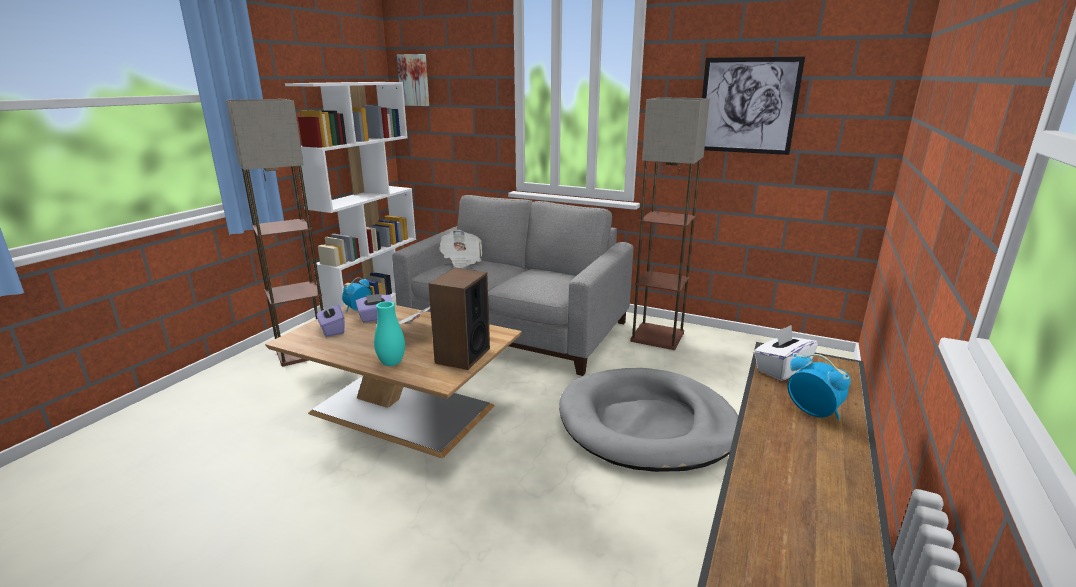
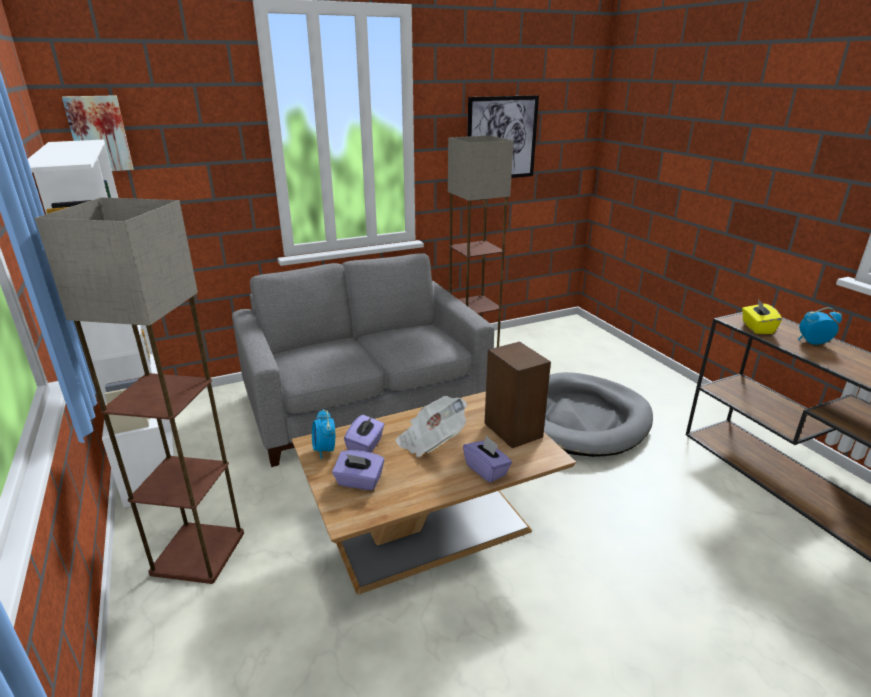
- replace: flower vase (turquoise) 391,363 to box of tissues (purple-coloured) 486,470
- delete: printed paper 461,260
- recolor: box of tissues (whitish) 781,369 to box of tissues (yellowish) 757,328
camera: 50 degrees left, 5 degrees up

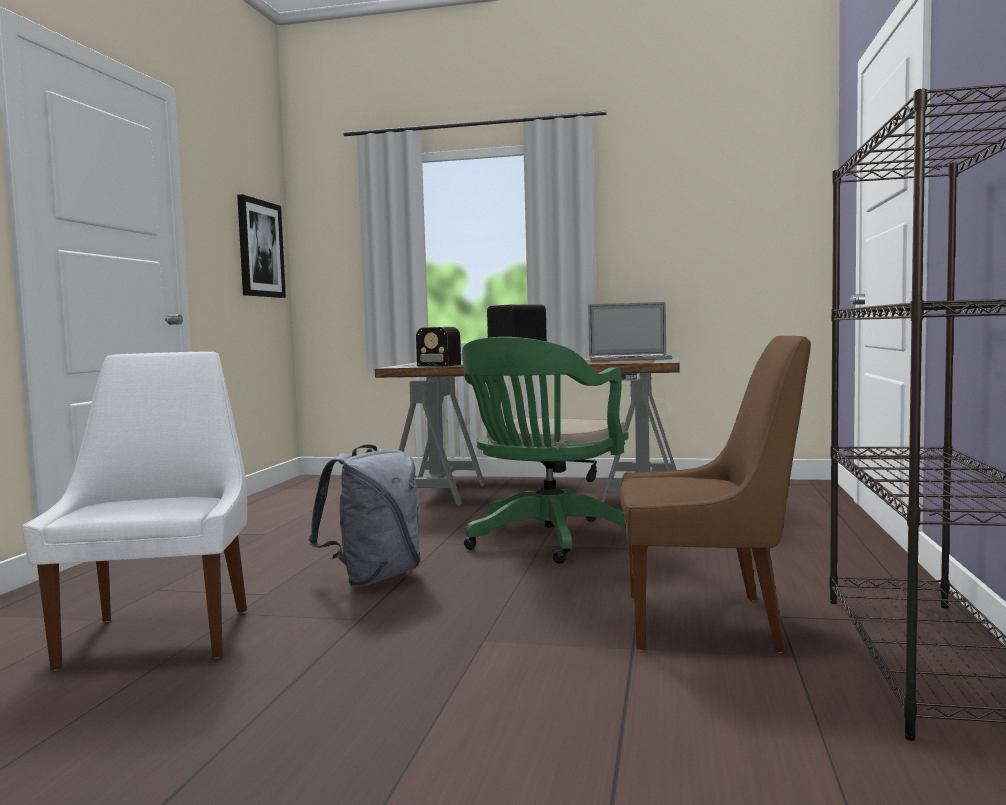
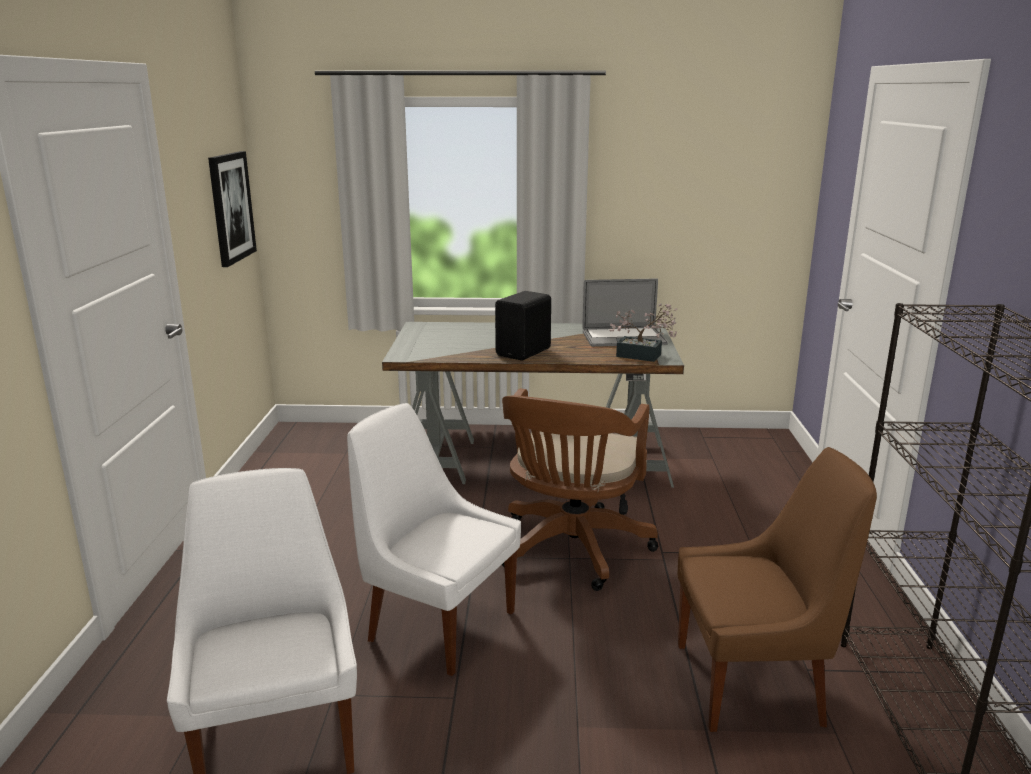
- replace: knapsack (grey) 373,578 to upright chair (whitish) 437,624
- delete: radio set 429,365
- recolor: computer chair (green-coloured) 546,542 to computer chair (brown-coloured) 571,551
- insert: potted plant 644,356
camera: 10 degrees left, 15 degrees up

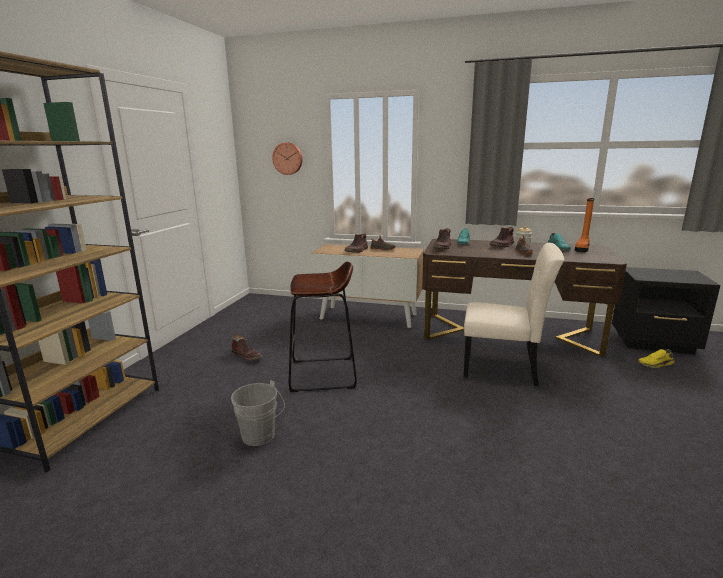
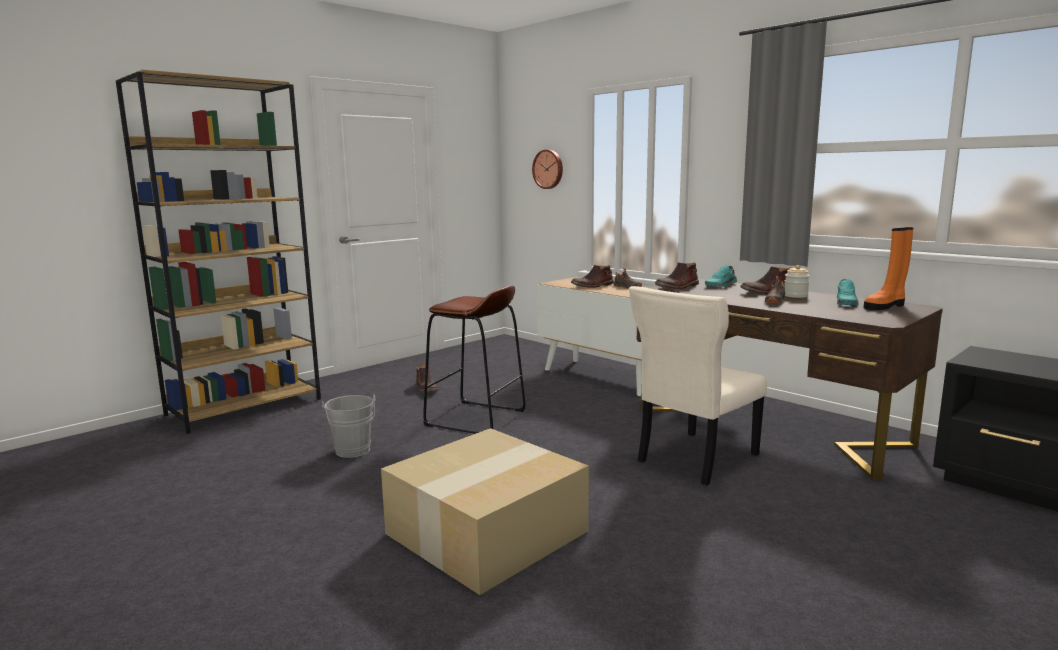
- rotate: upright chair (beige-coloured) 503,369 = 694,459 90 degrees clockwise
- delete: item of footwear (yellowish) 656,364
- insert: carton 486,534
camera: 30 degrees right, 5 degrees down

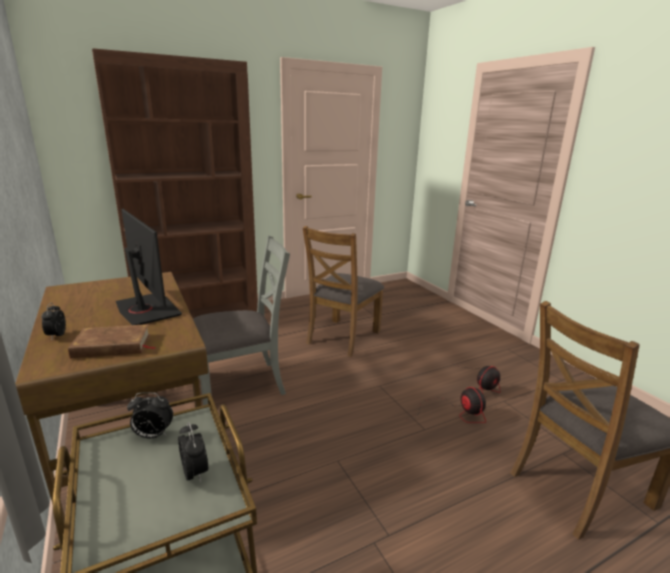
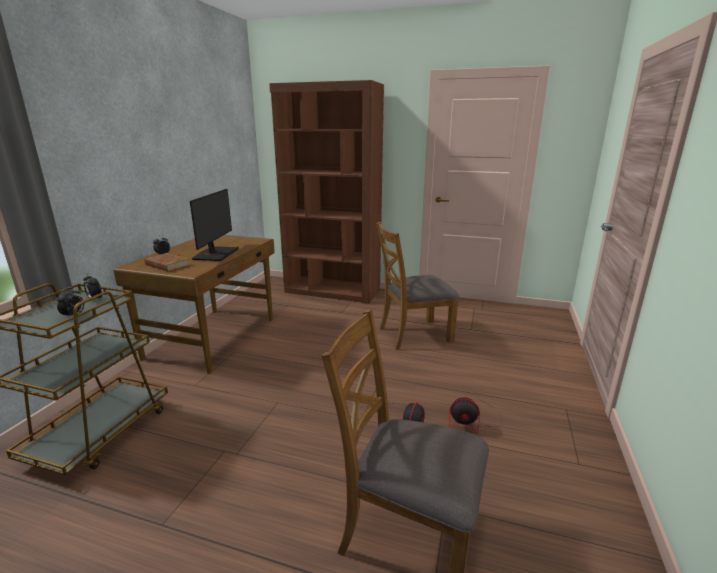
- delete: upright chair (grey) 241,384
camera: 45 degrees right, 0 degrees up

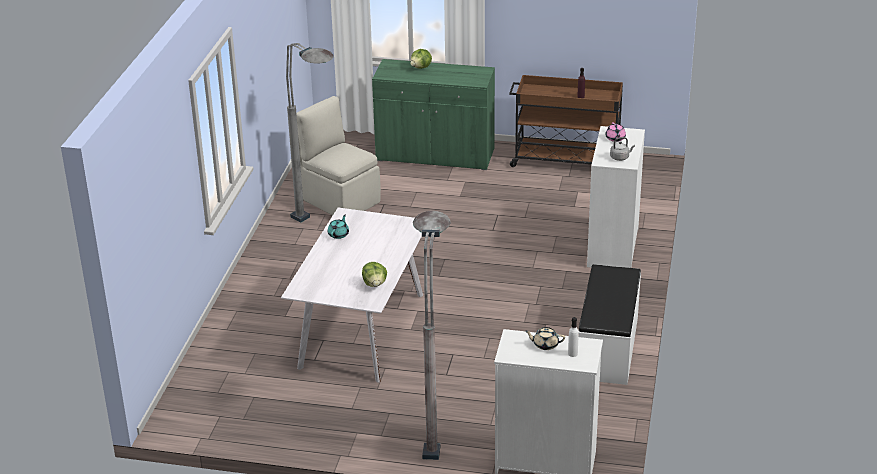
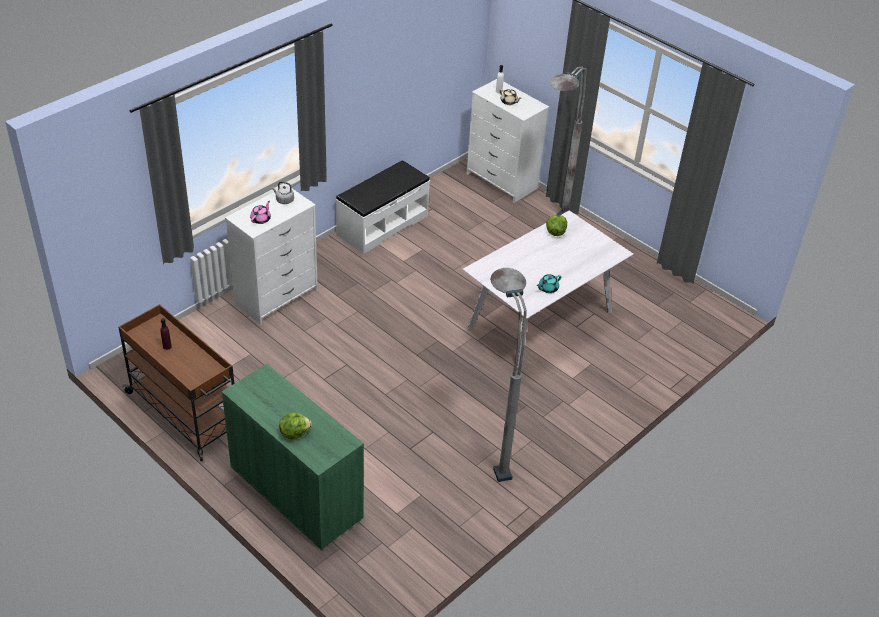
- delete: upright chair (beige-coloured) 338,199
camera: 150 degrees left, 10 degrees up

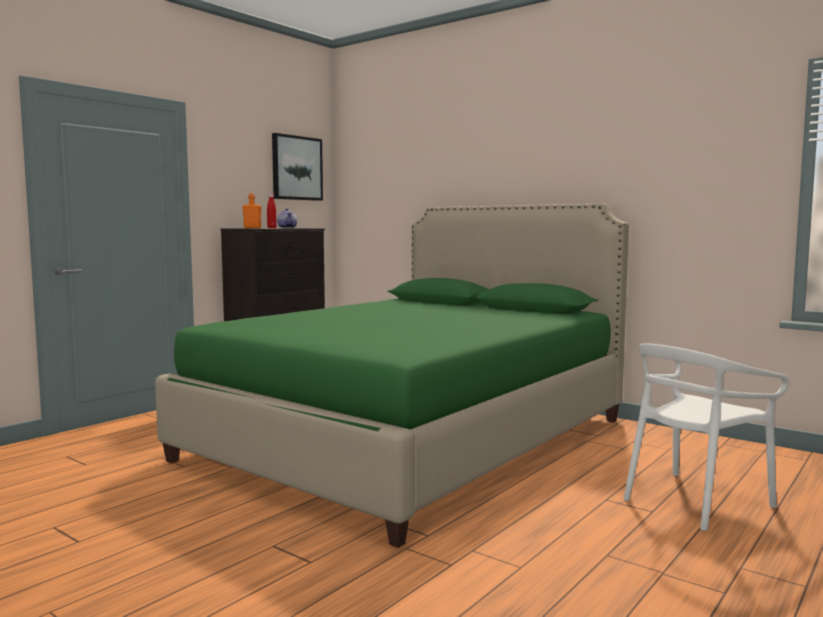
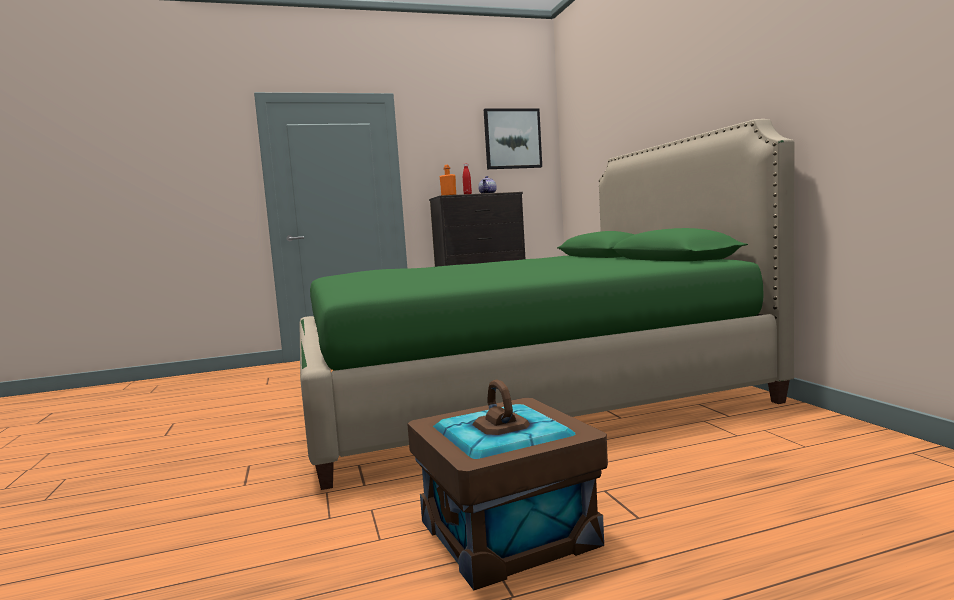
- delete: upright chair (whitish) 695,501
- insert: storage container (brown-coloured) 509,532
camera: 35 degrees right, 0 degrees up

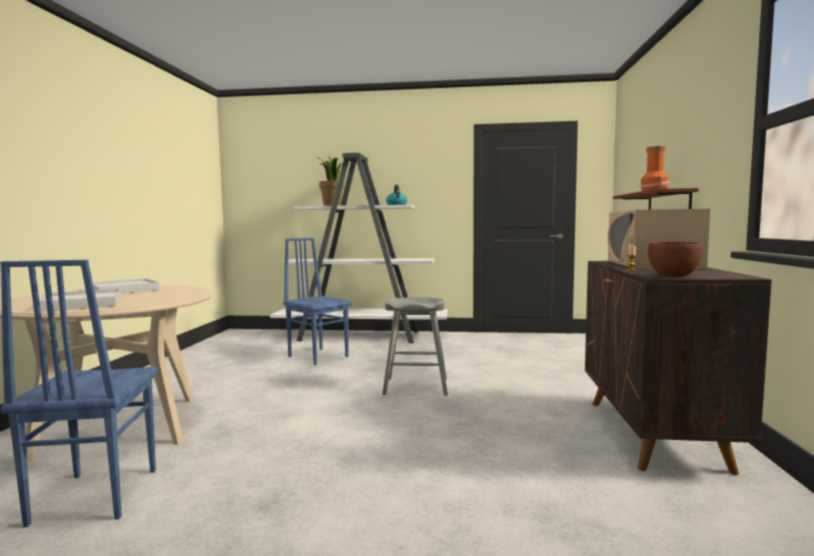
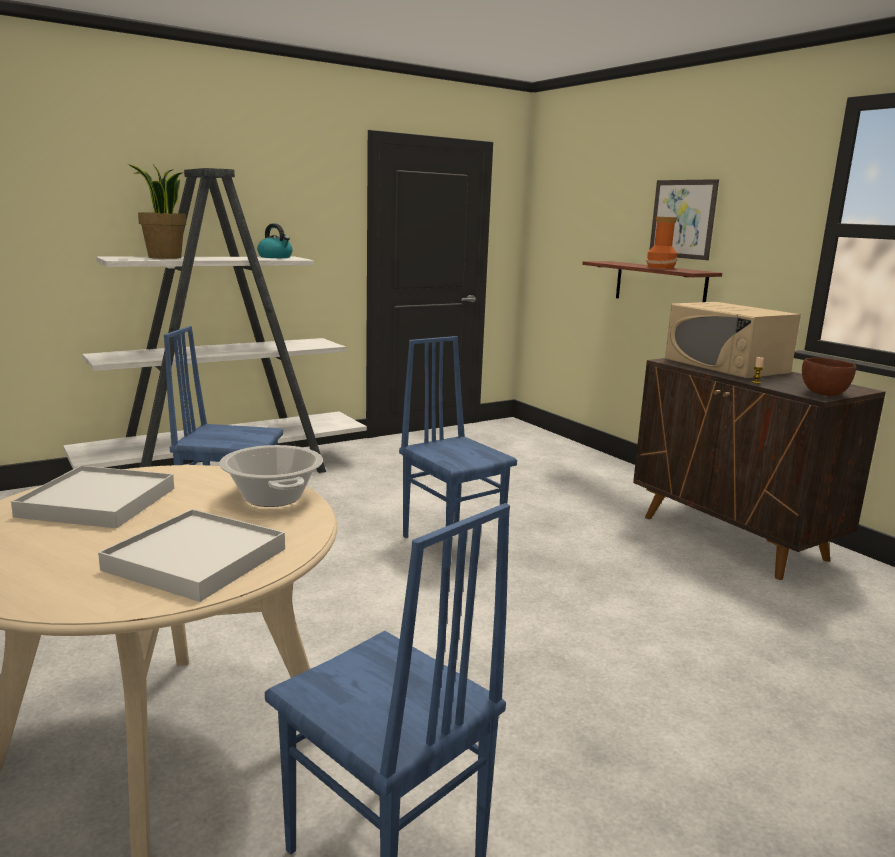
- replace: stool (grey) 415,386 to upright chair (blue-coloured) 453,542
- insert: saucepot 272,497
- insert: picture 682,219
camera: 40 degrees left, 10 degrees up

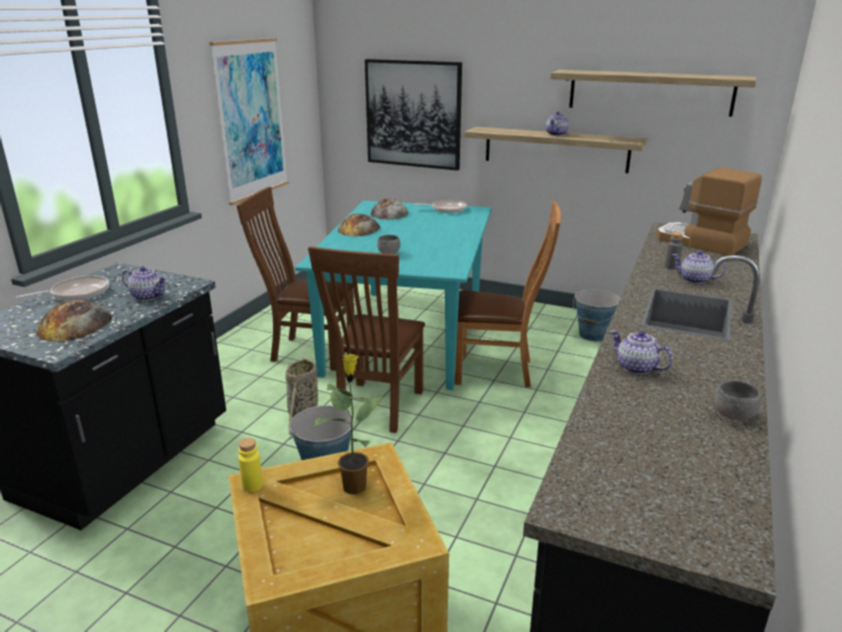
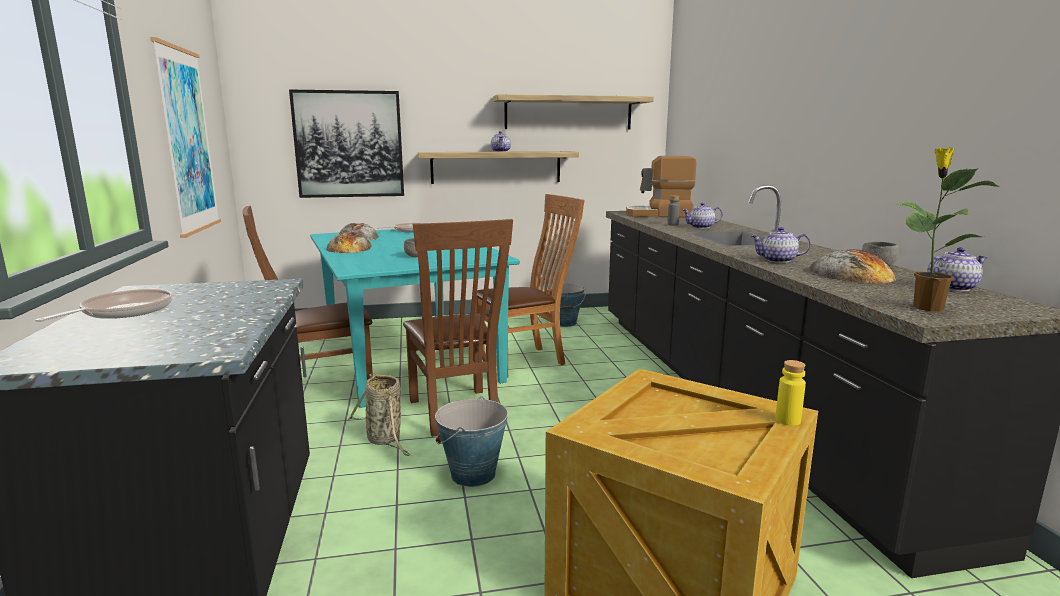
- move: bakery bread 75,324 to 850,274
- move: pot for tea 148,296 to 952,288
- move: drink bottle (yellowish) 252,485 to 787,420
- move: potted plant 354,485 to 925,307
camera: 35 degrees left, 10 degrees down

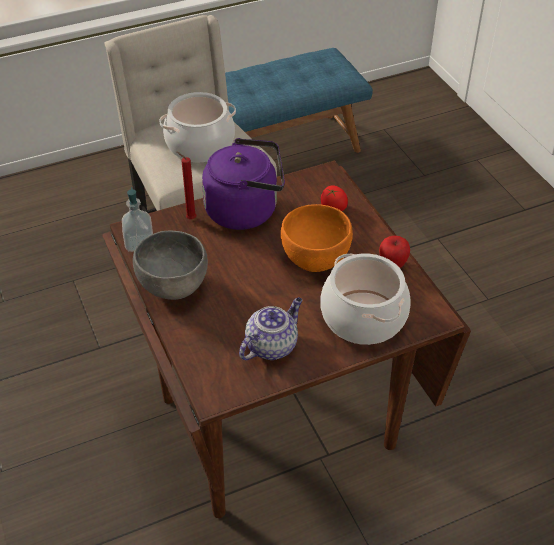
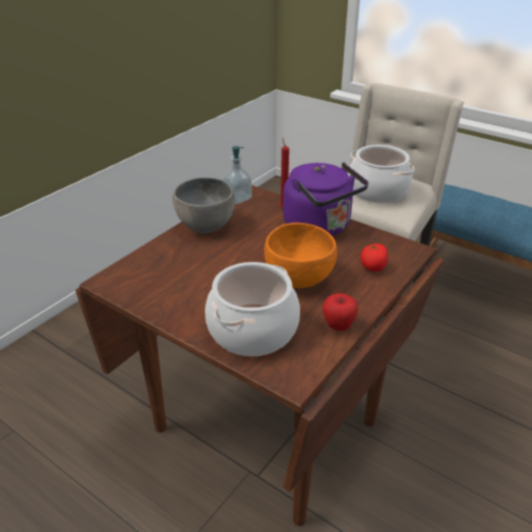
- delete: pot for tea 271,345
camera: 60 degrees right, 10 degrees down

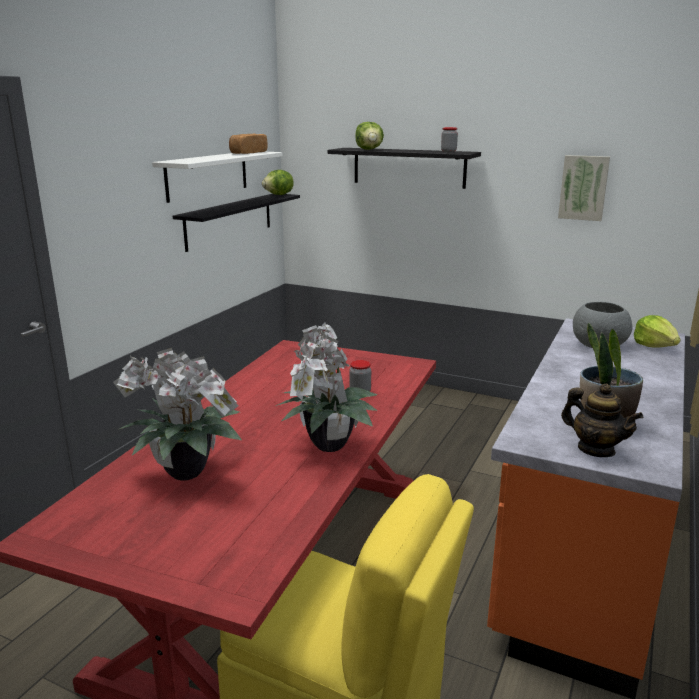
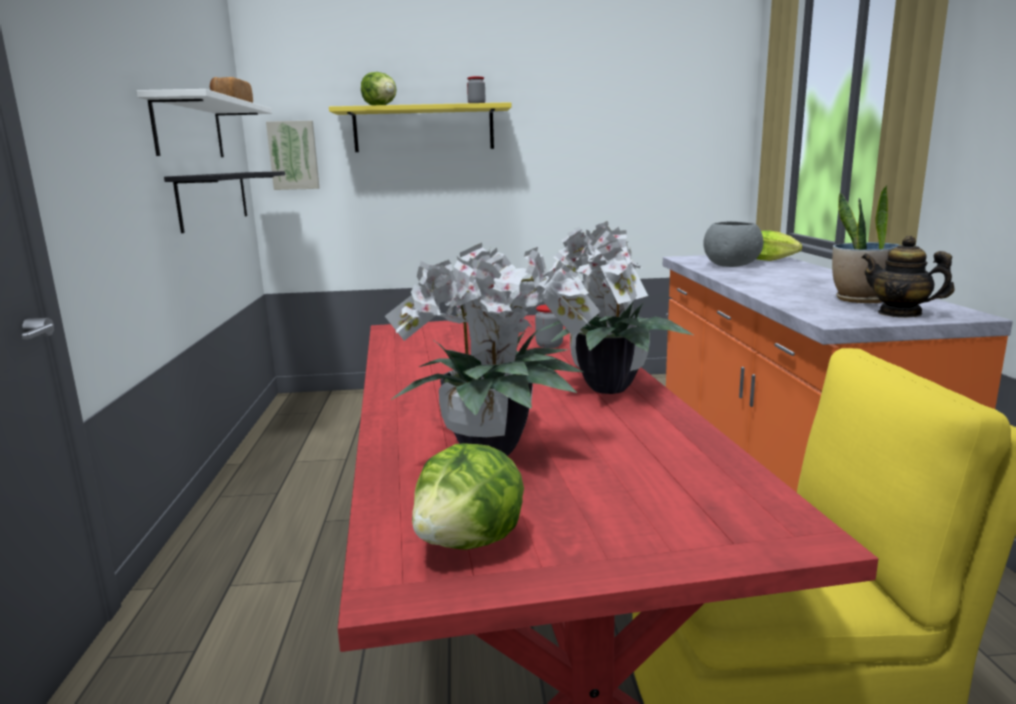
- move: lettuce head 279,195 to 471,542
- recolor: wall shelf (black-coloured) 409,167 to wall shelf (yellowish) 423,129
- move: picture 583,187 to 293,155
- rotate: pot for tea 596,449 = 900,313 150 degrees counterclockwise
camera: 30 degrees left, 5 degrees down

